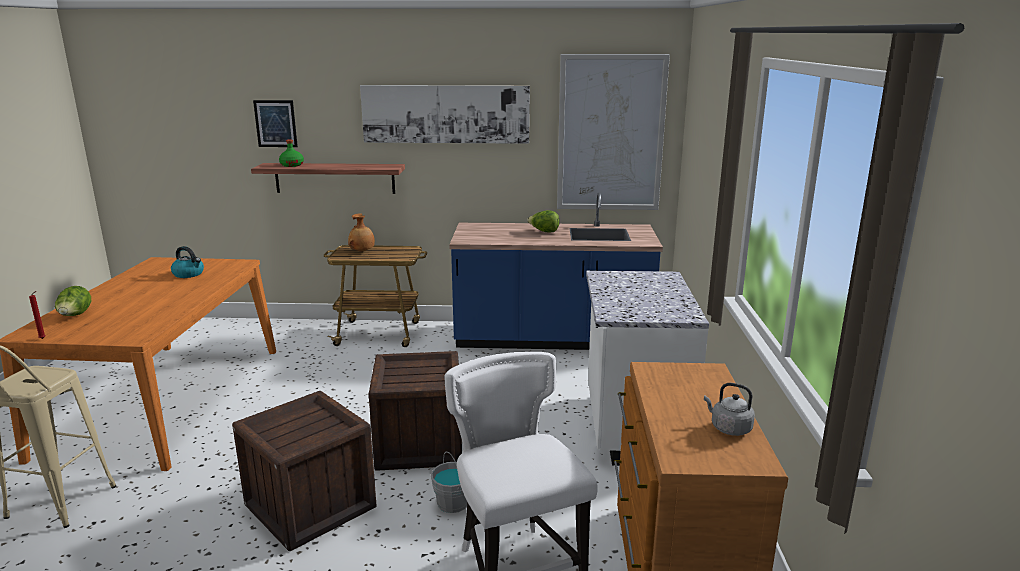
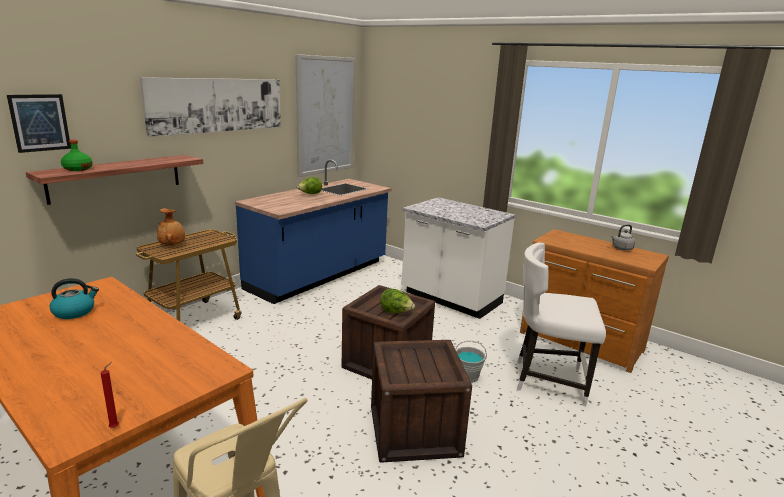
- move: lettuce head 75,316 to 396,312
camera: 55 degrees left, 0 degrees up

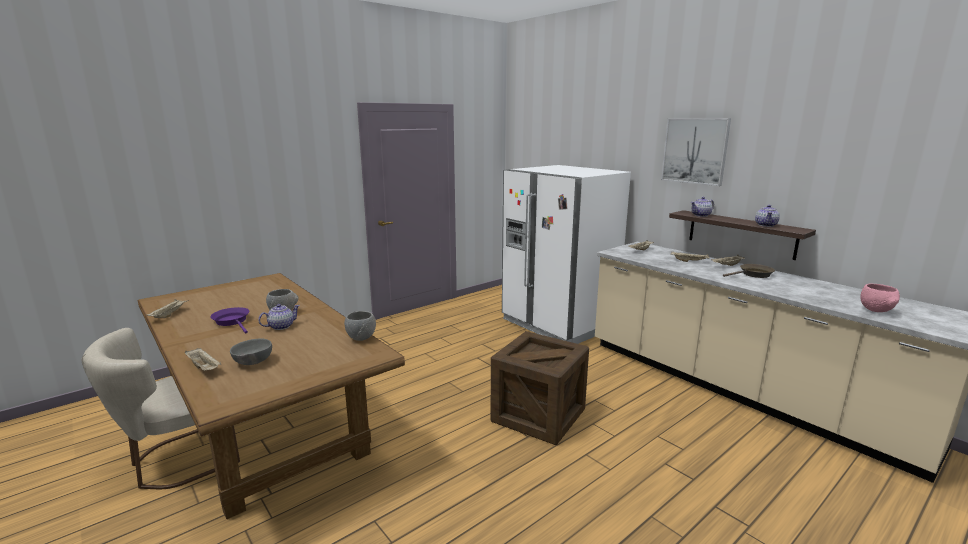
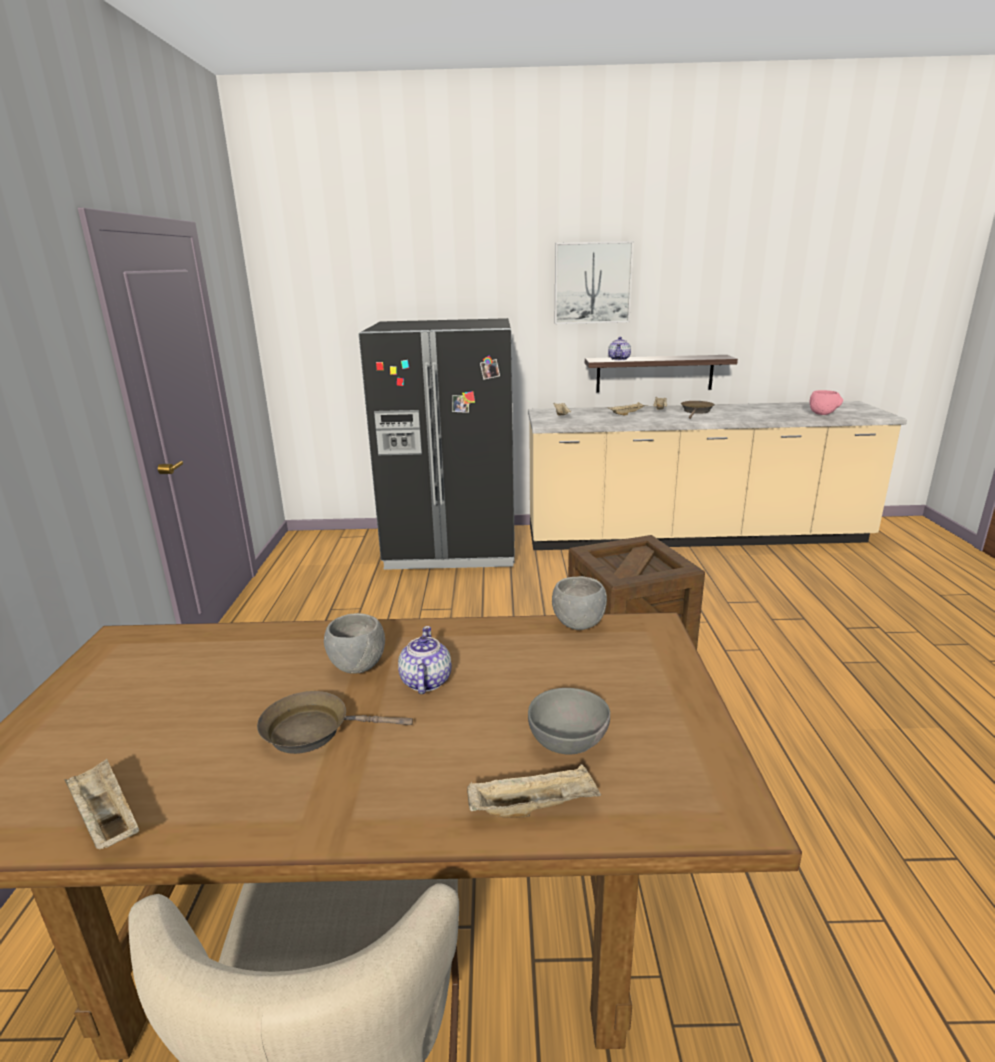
- recolor: skillet (purple-coloured) 232,321 to skillet (brown-coloured) 313,731
- recolor: kitchen fridge (whitish) 558,323 to kitchen fridge (black-coloured) 451,548
- delete: pot for tea 766,225
camera: 50 degrees left, 5 degrees up

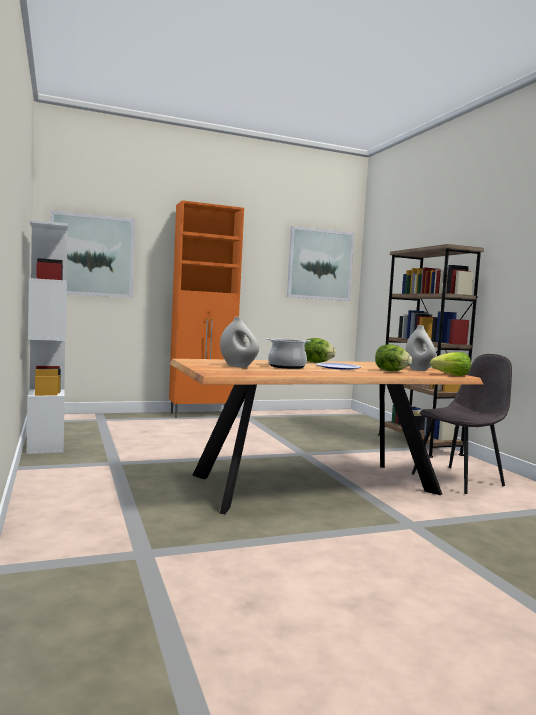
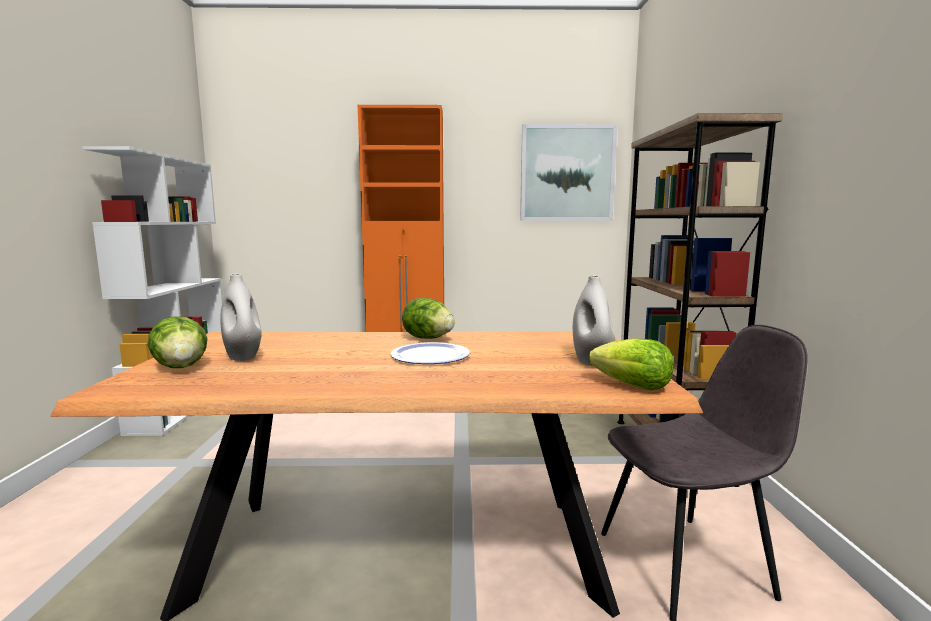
- delete: picture 92,255
- delete: saucepot 286,366
- move: lettuce head 391,371 to 181,367
camera: 20 degrees right, 5 degrees up

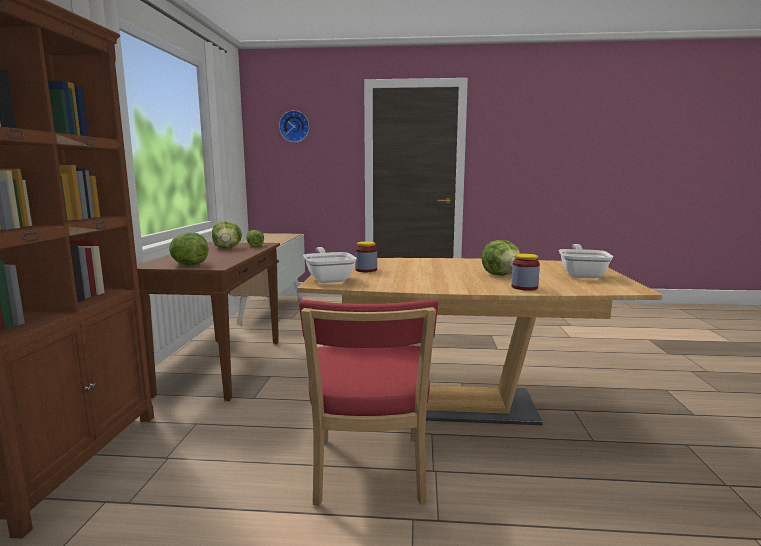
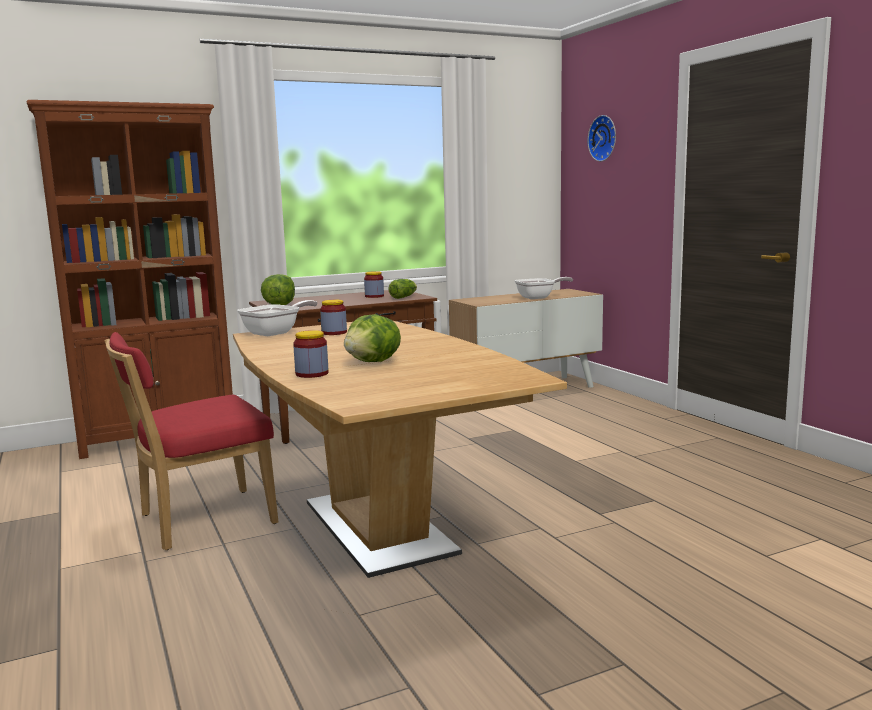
- replace: lettuce head 227,248 to preserve jar 374,296
- move: skillet 582,274 to 539,297
camera: 60 degrees right, 0 degrees up

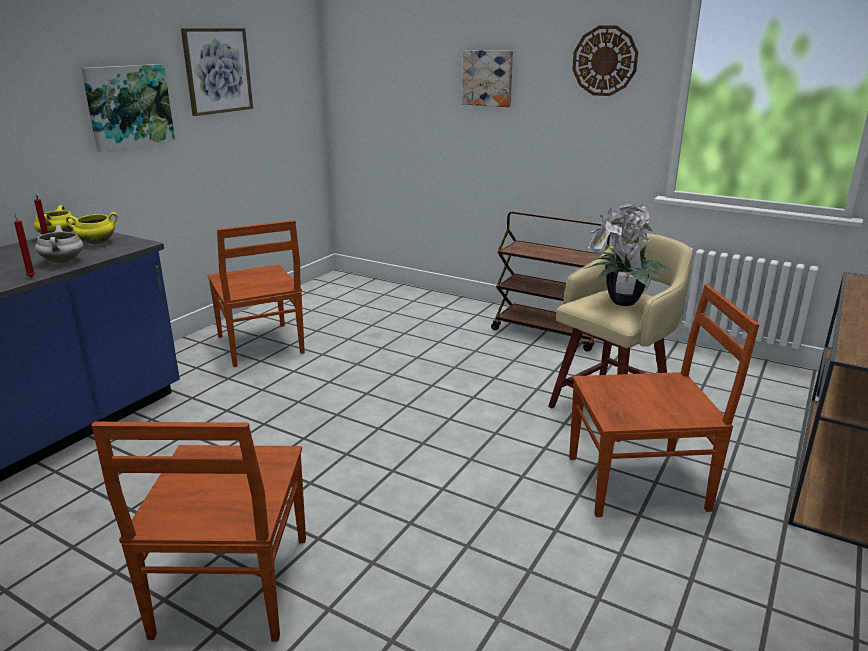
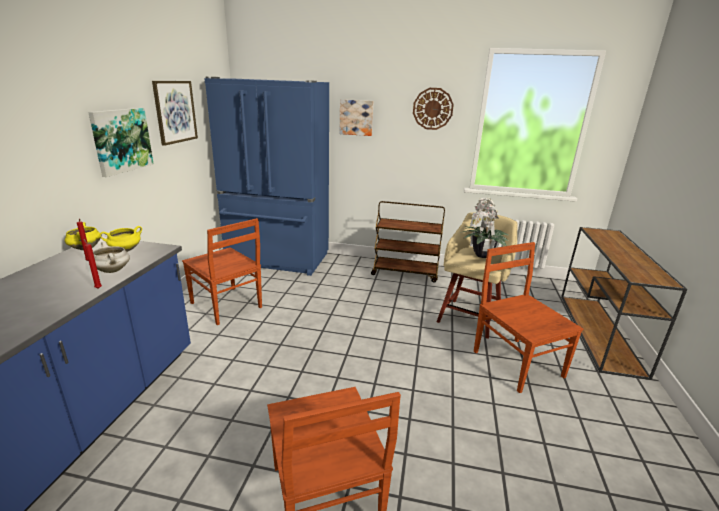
- rotate: upright chair (brown-coloured) 640,483 = 516,362 90 degrees counterclockwise
- insert: kitchen fridge (blue-coloured) 277,260
camera: 20 degrees left, 0 degrees up

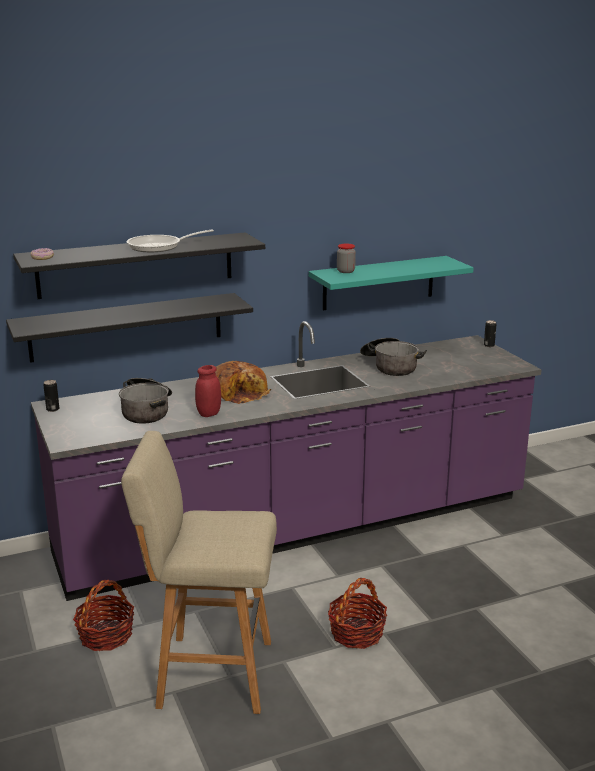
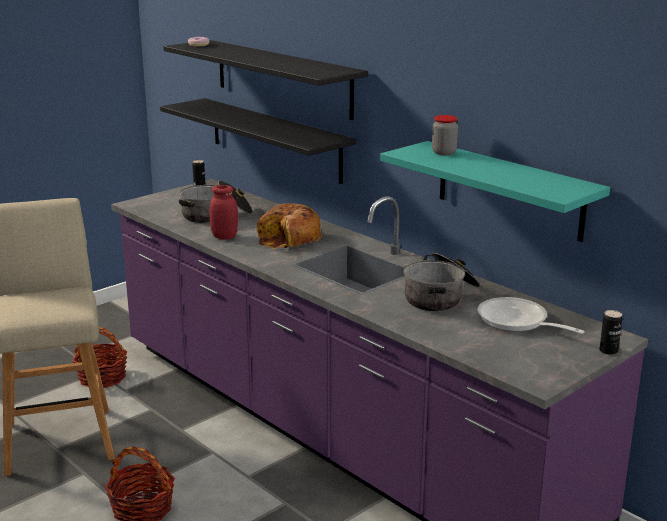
- move: skillet 159,246 to 517,322
camera: 70 degrees right, 0 degrees up

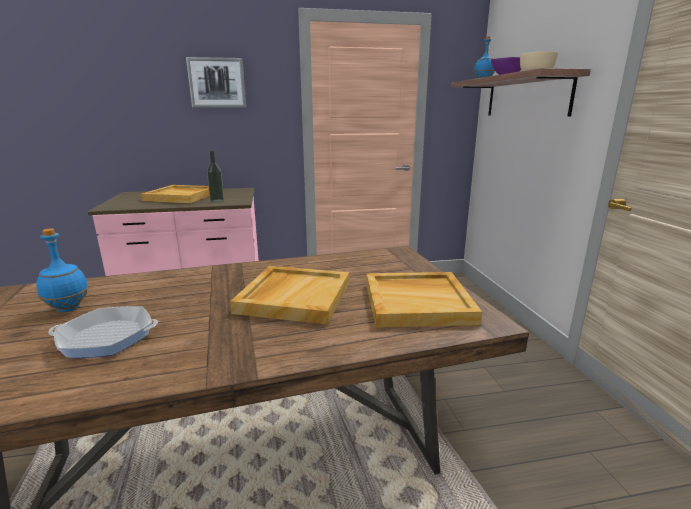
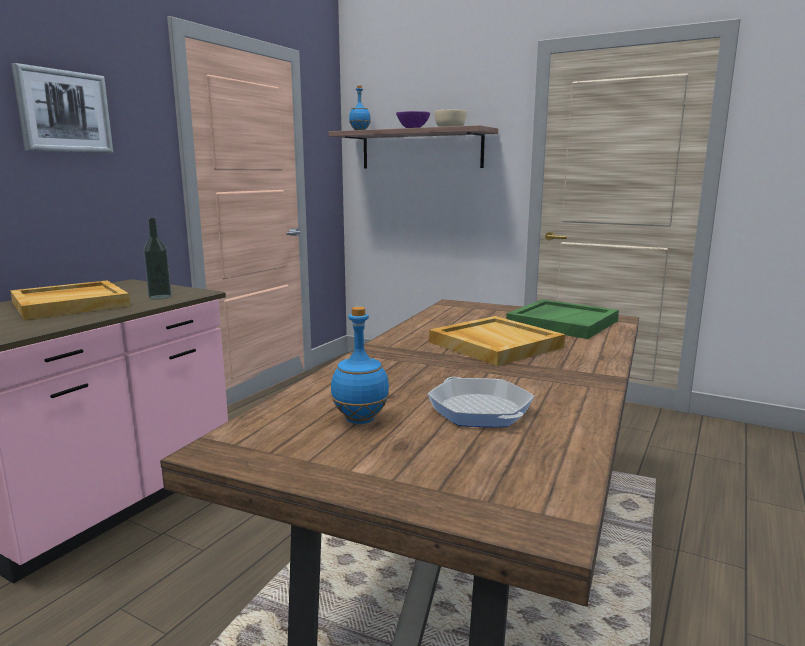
- rotate: skillet 107,338 = 480,410 120 degrees clockwise
- recolor: tray (beige-coloured) 418,302 to tray (green-coloured) 562,322
camera: 50 degrees left, 5 degrees down

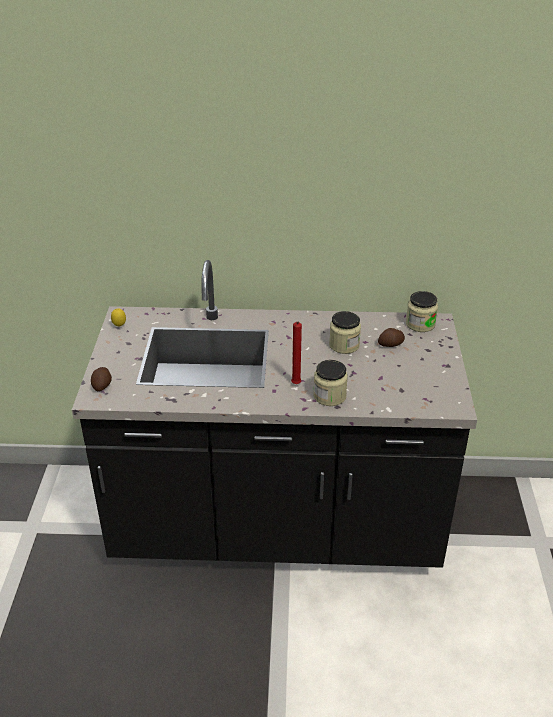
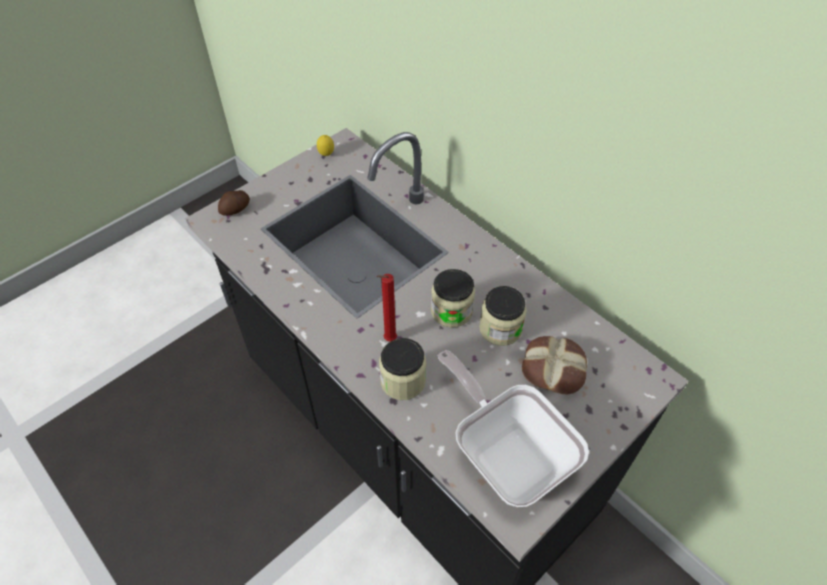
- replace: potato 391,344 to bakery bread 554,368
- move: preserve jar 420,324 to 451,311
- insert: skillet 507,453
camera: 45 degrees right, 15 degrees up

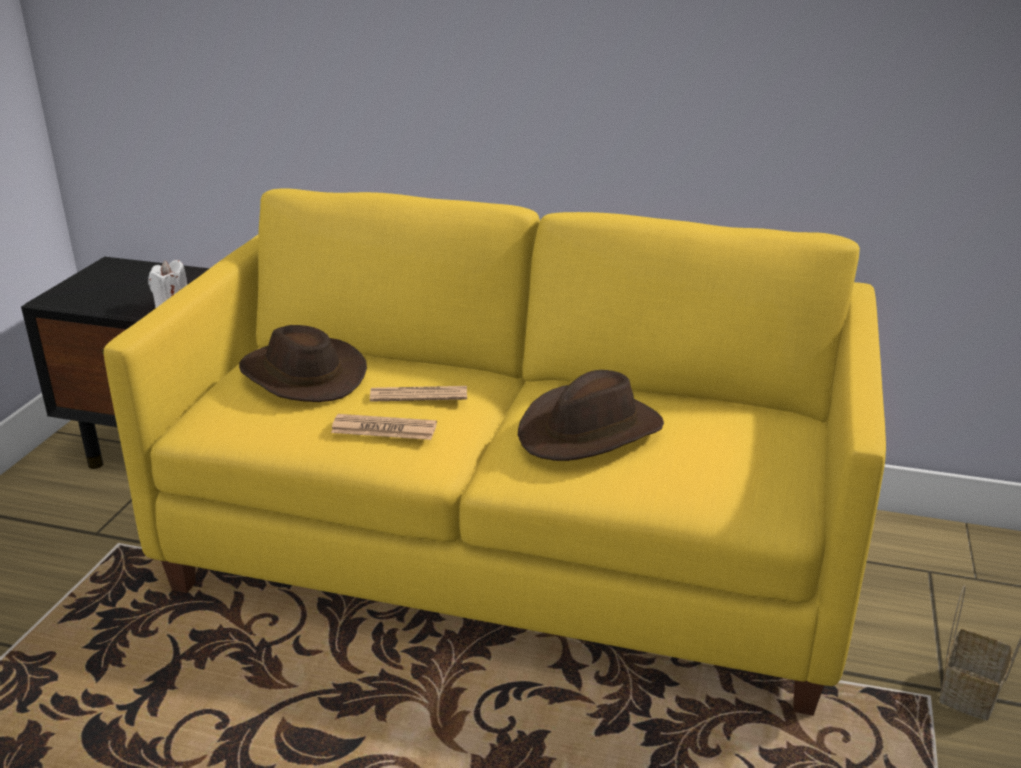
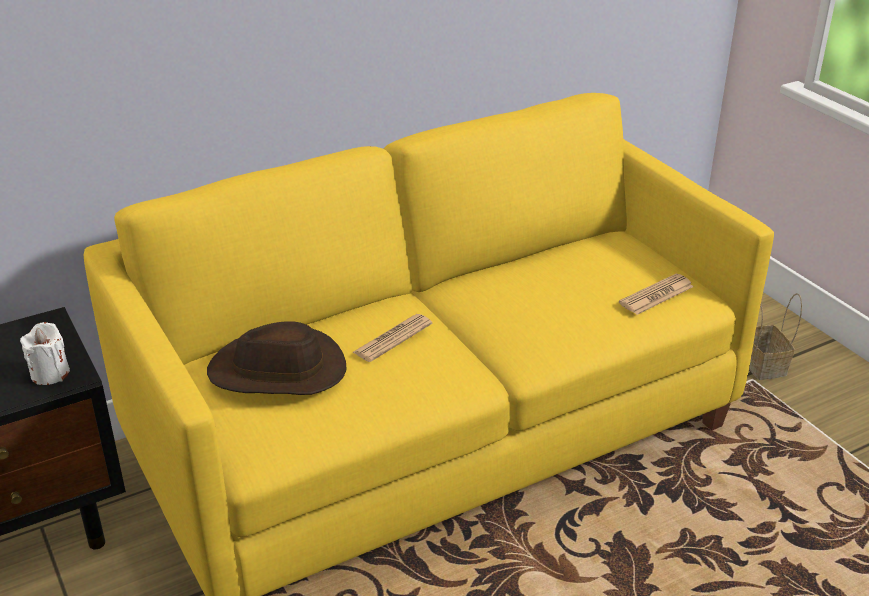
- move: printed paper 384,428 to 656,295
- delete: wearable hat (brown-coloured) 590,431
camera: 45 degrees left, 5 degrees up

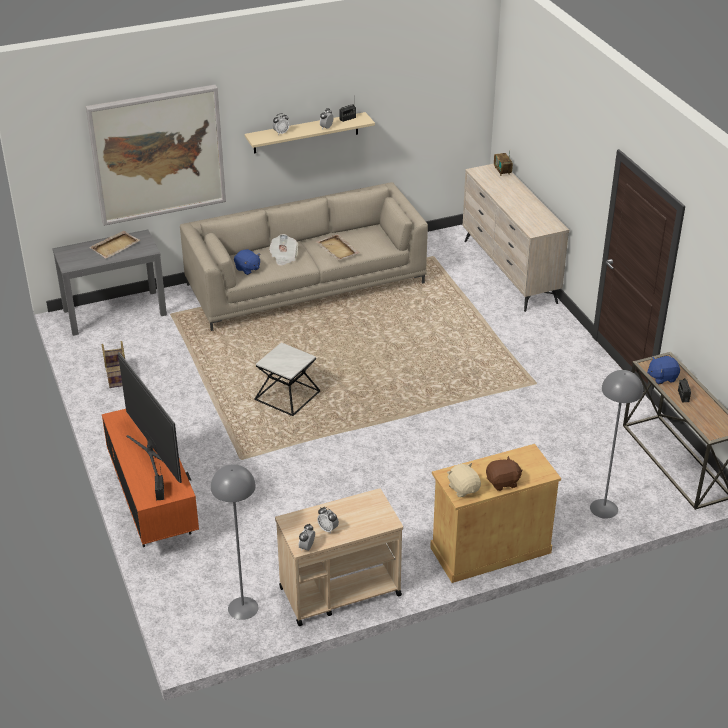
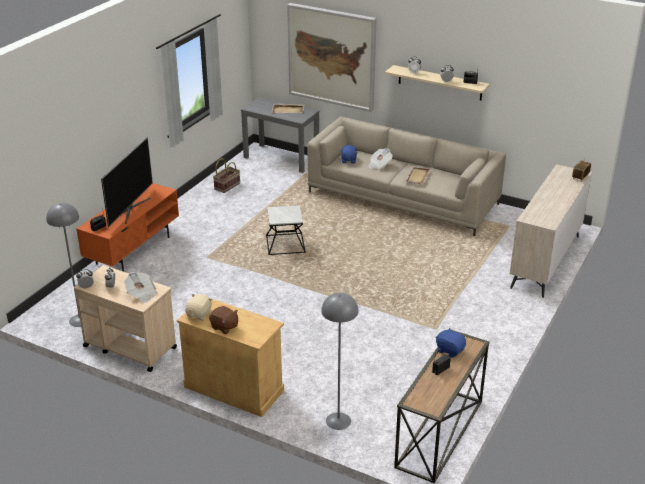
- insert: printed paper 141,294
camera: 50 degrees right, 5 degrees down

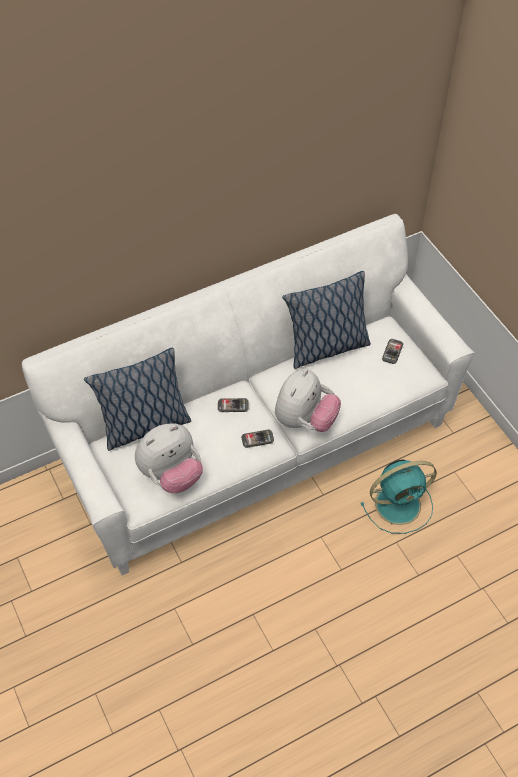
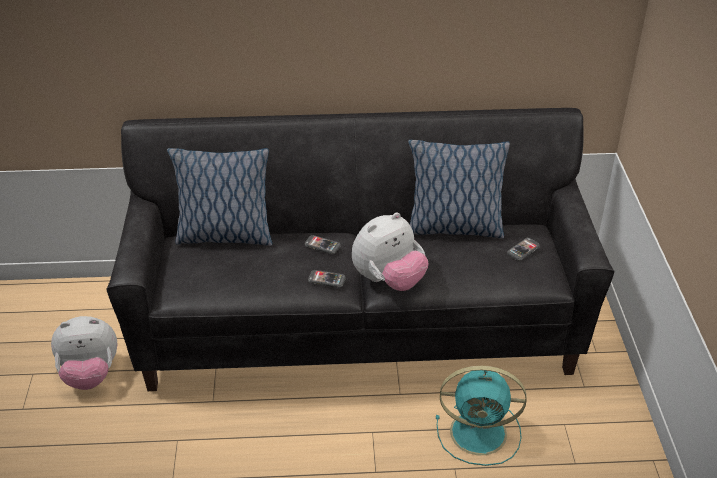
- recolor: couch (whitish) 257,446 to couch (black-coloured) 358,327
- move: cuddly toy 171,474 to 90,375
camera: 25 degrees right, 15 degrees down

